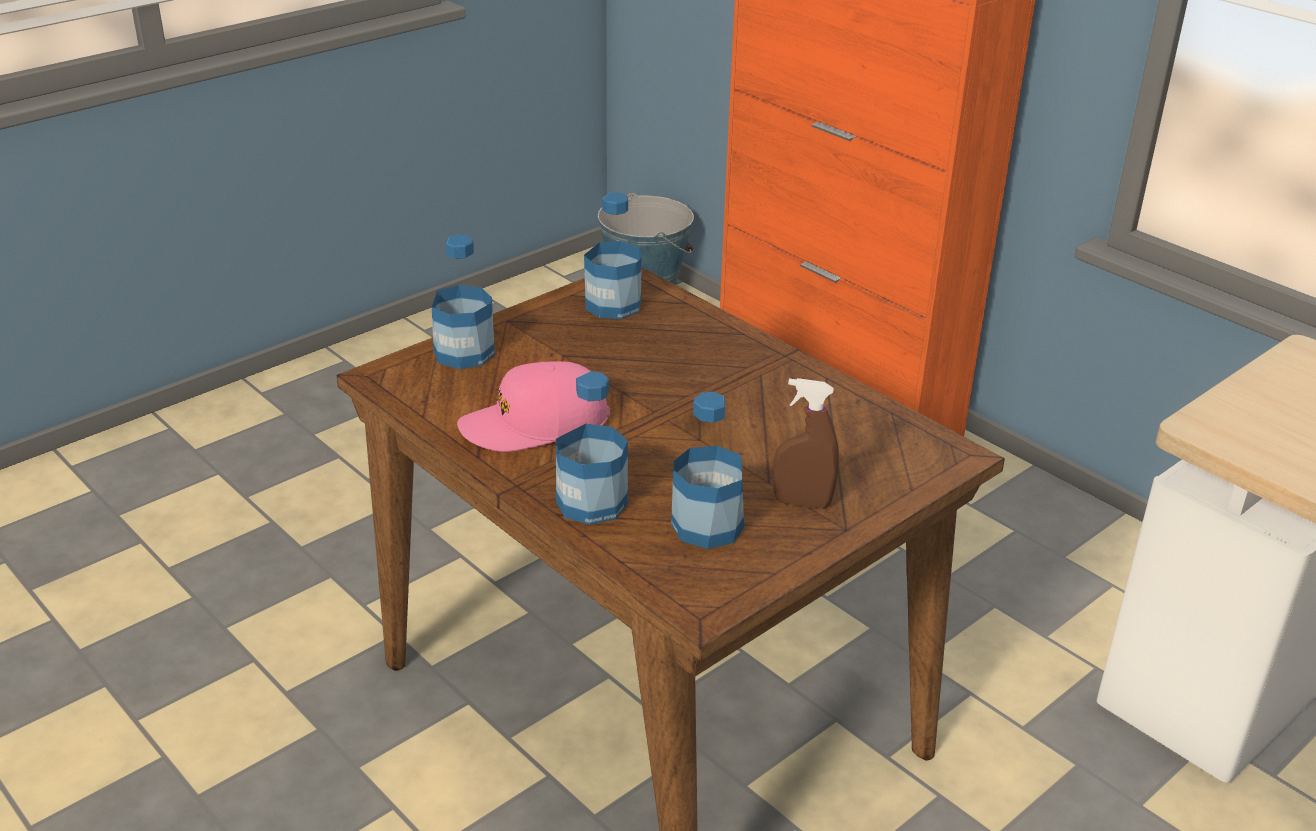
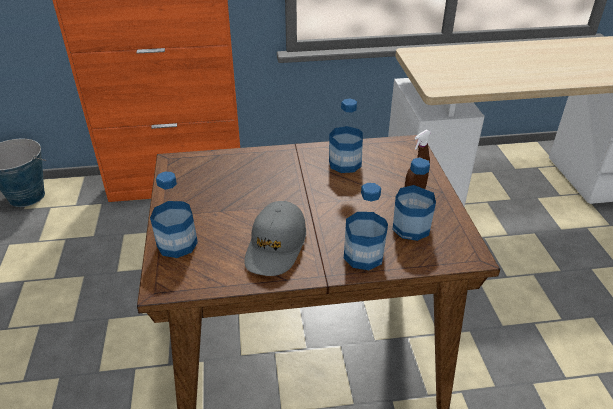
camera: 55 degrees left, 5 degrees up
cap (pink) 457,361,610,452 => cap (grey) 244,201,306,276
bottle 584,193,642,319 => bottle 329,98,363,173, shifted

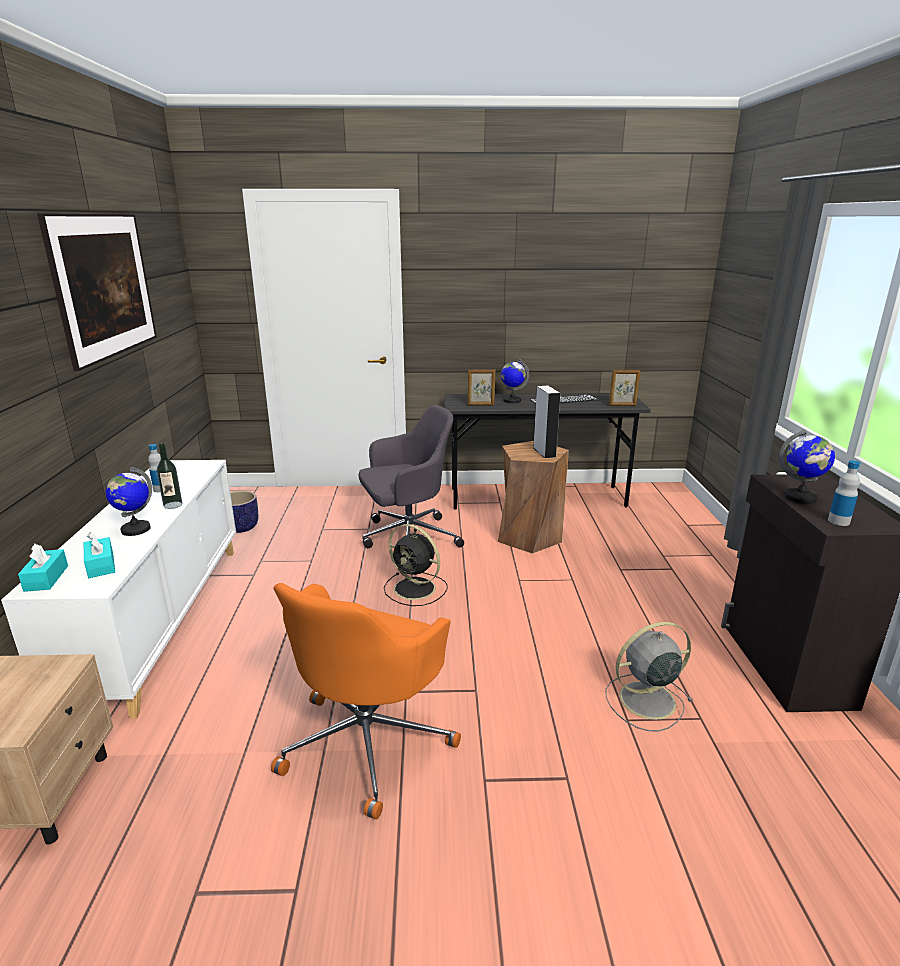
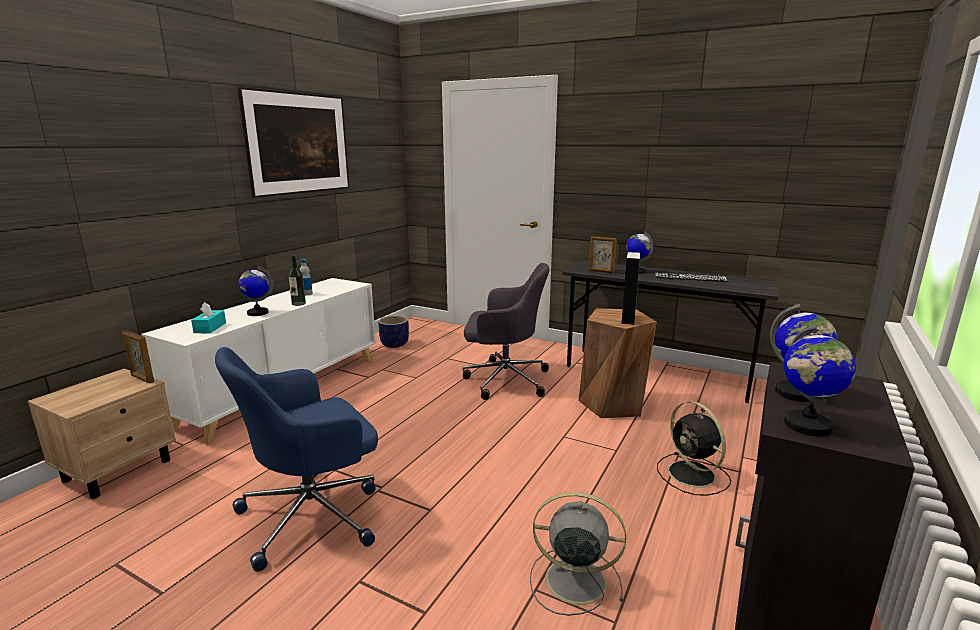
camera: 30 degrees right, 5 degrees down
box of tissues (turquoise-coloured) 18,544,68,592 => nothing
computer chair (orangey) 271,583,461,820 => computer chair (blue-coloured) 215,347,378,572
cooling fan (black) 384,524,447,606 => cooling fan (black) 657,401,731,496, shifted
picture frame 609,370,640,406 => picture frame 122,330,154,383, shifted
bottle 828,460,860,526 => desk globe 784,324,856,436

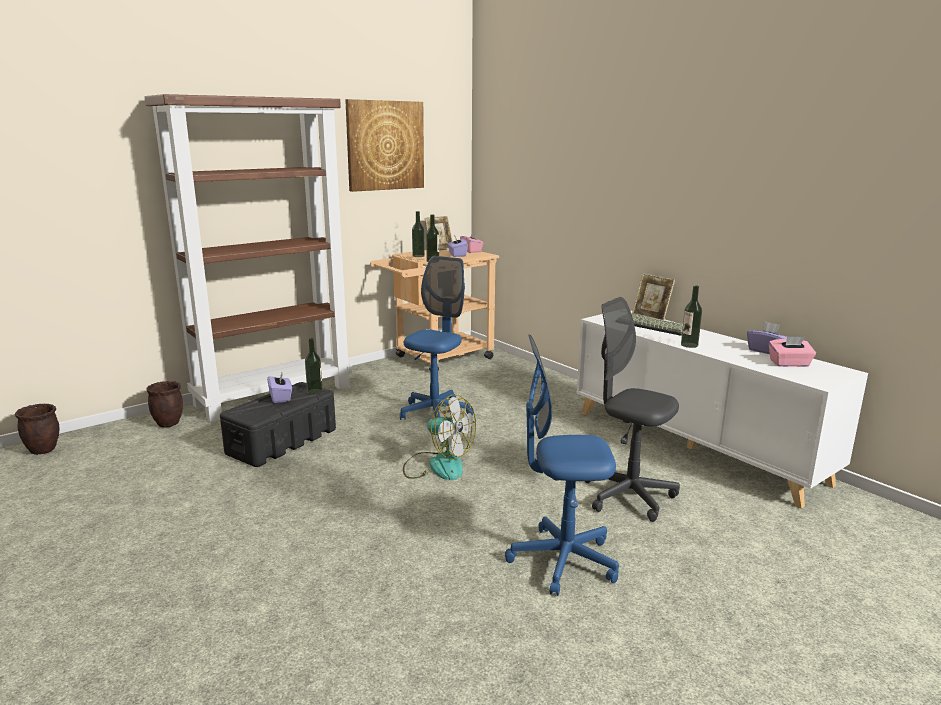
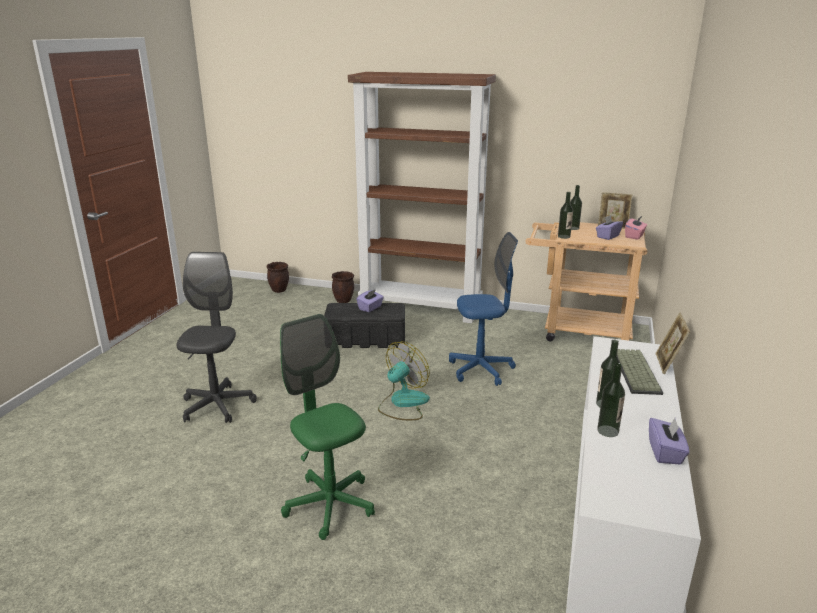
camera: 55 degrees right, 5 degrees up
bottle 305,338,323,395 => bottle 597,363,625,437, shifted
wall art 345,99,424,192 => nothing
cooling fan 403,395,476,480 => cooling fan 378,342,430,420, 135 degrees counterclockwise
computer chair (blue-coloured) 505,335,619,596 => computer chair (green) 280,314,375,540
computer chair (grey) 585,297,680,522 => computer chair (grey) 177,252,257,423, shifted
box of tissues (pink) 769,336,816,367 => nothing

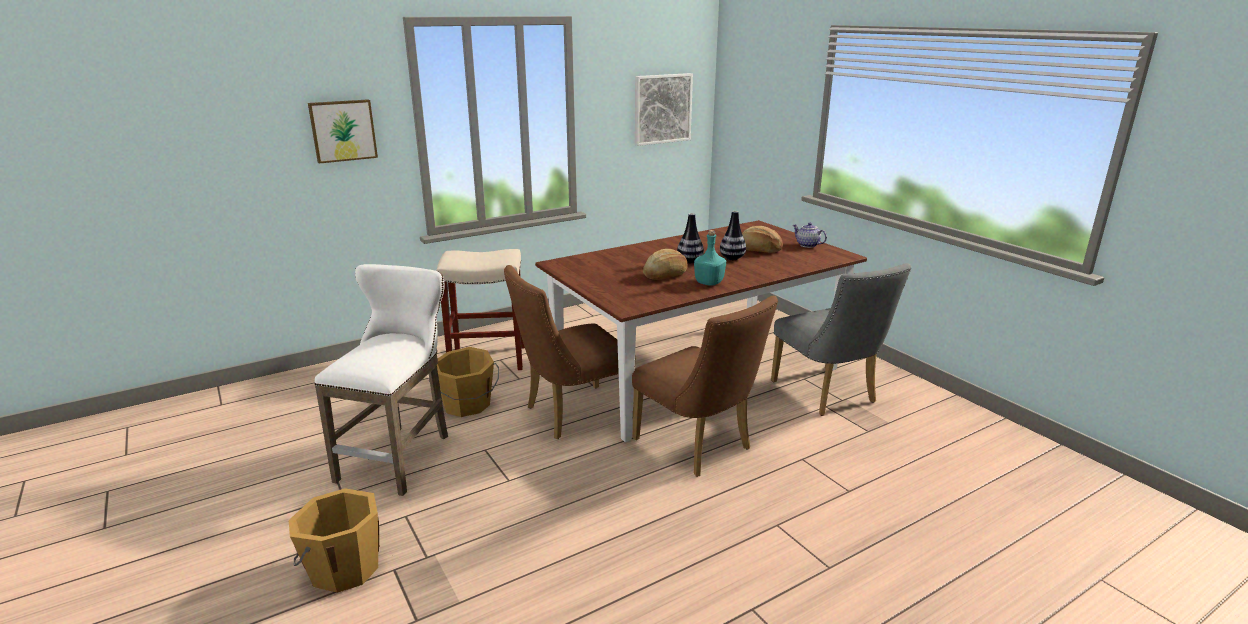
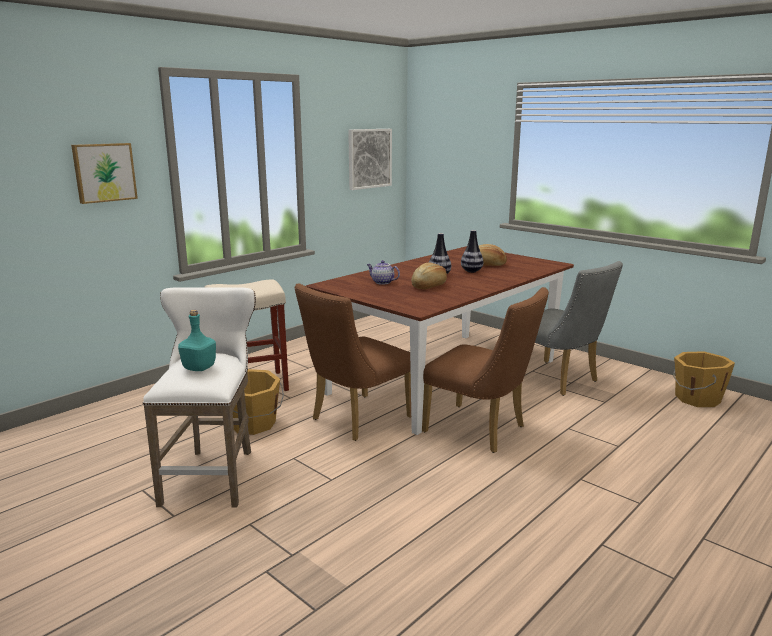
camera: 15 degrees left, 5 degrees down
water bucket (orangey) 289,488,379,593 => water bucket (orangey) 673,351,735,407, shifted
bottle (turquoise-coloured) 694,230,726,286 => bottle (turquoise-coloured) 178,310,216,371, shifted
pot for tea 793,223,827,248 => pot for tea 367,260,400,285, shifted

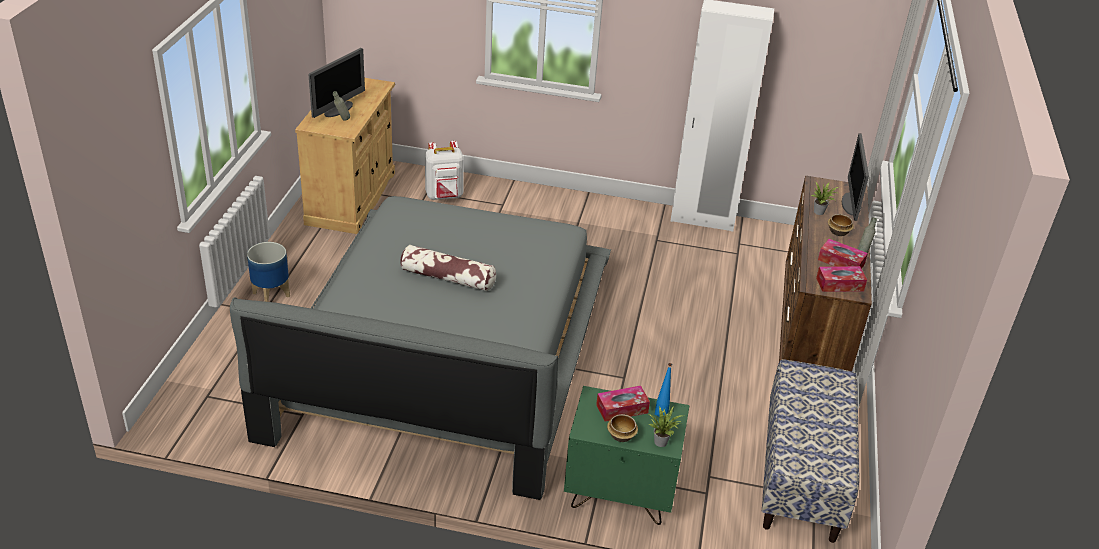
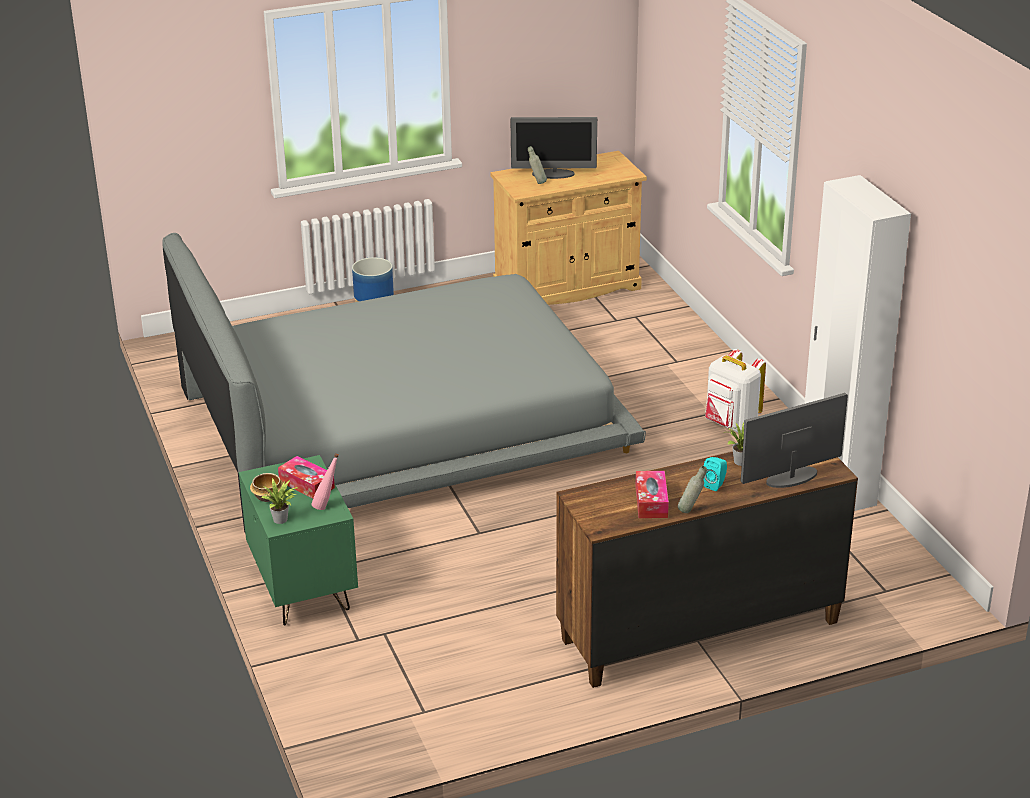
camera: 60 degrees right, 5 degrees down
pillow 400,245,496,291 => nothing
rucksack (white) 425,141,464,200 => rucksack (white) 705,349,766,432, shifted
bottle (blue-coloured) 655,363,672,417 => bottle (pink) 311,453,339,510
bench 762,359,859,543 => nothing
box of tissues 816,266,867,292 => nothing
bowl 828,214,854,236 => speaker (turquoise-coloured) 704,457,727,491

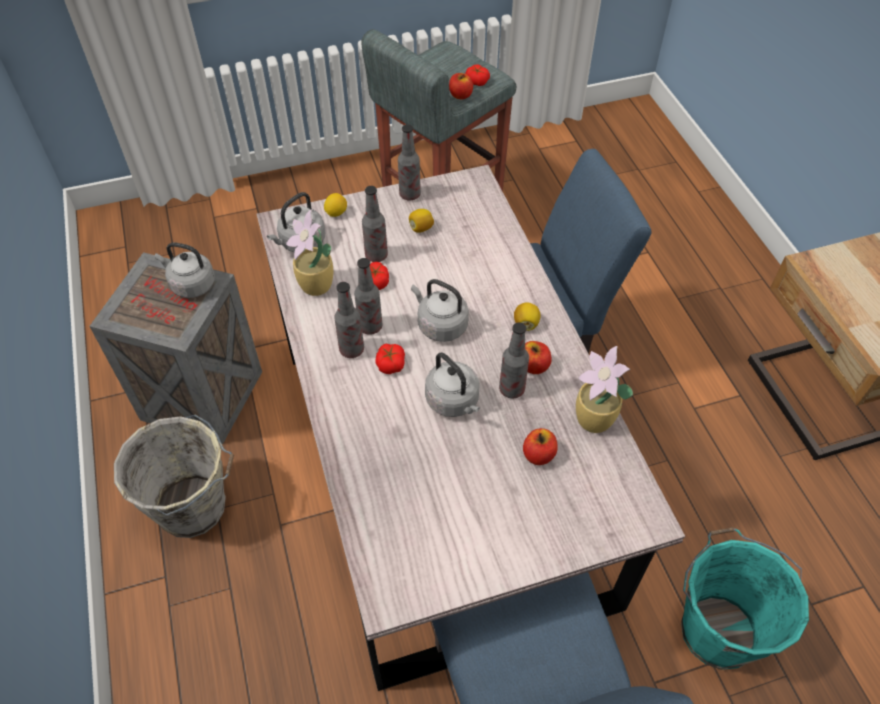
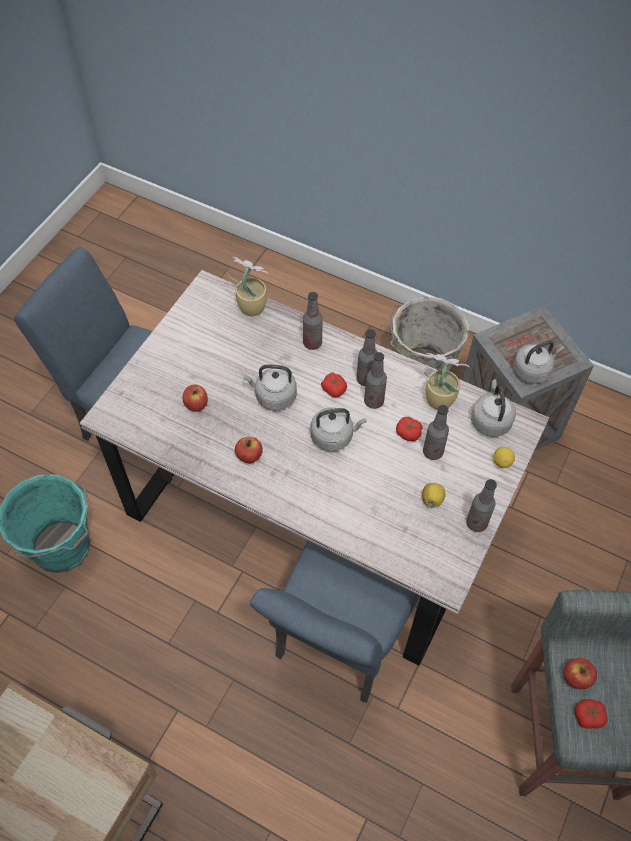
camera: 135 degrees right, 5 degrees up
bottle 499,322,529,398 => bottle 303,292,323,350, shifted
whole lemon 514,302,541,331 => nothing
houseplant 576,346,633,433 => houseplant 227,257,268,316, shifted

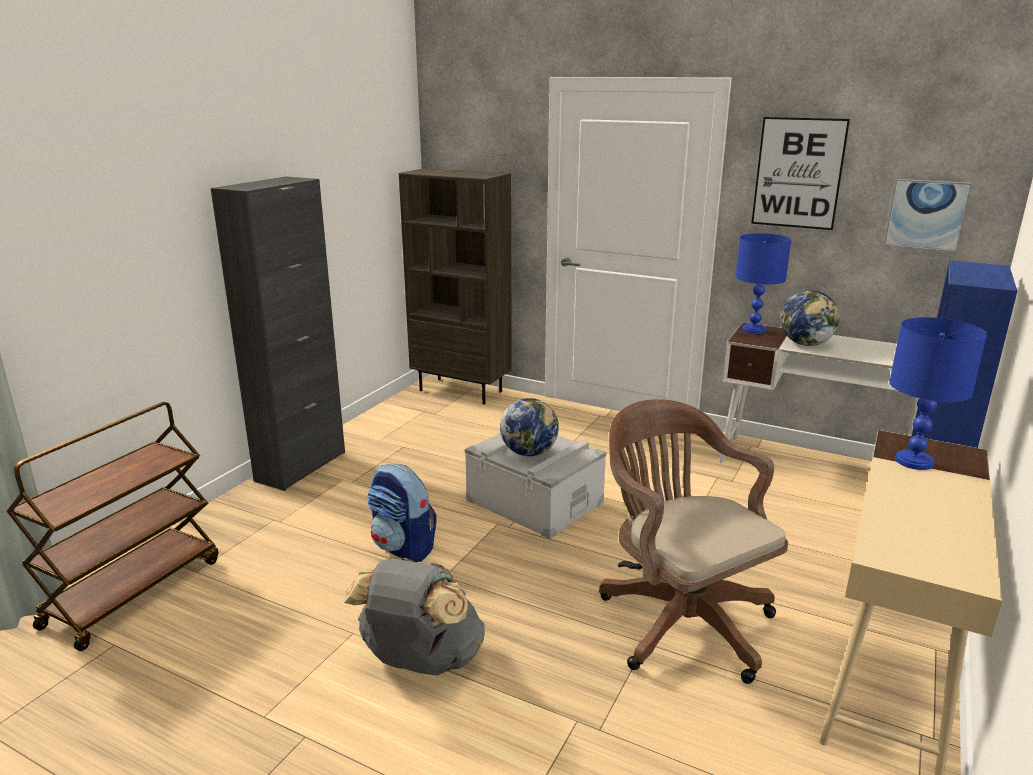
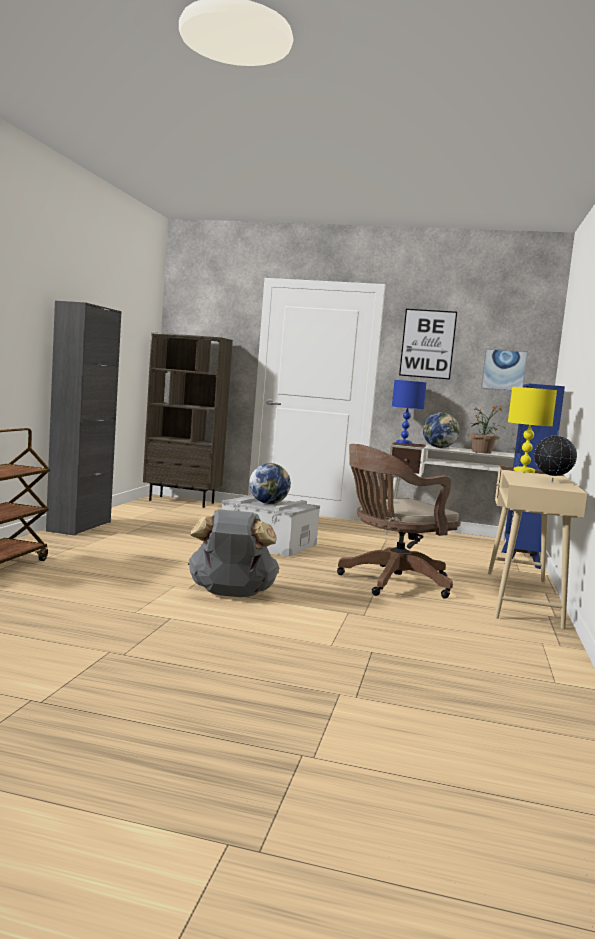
camera: 15 degrees left, 15 degrees down
rucksack 367,464,437,562 => nothing
computer chair (brown-coloured) 599,399,788,684 => computer chair (brown-coloured) 337,444,461,599, 75 degrees counterclockwise
table lamp (blue-coloured) 889,317,987,470 => table lamp (yellow-coloured) 508,387,557,473
nothing => houseplant 468,406,505,454
nothing => desk globe 534,431,577,481

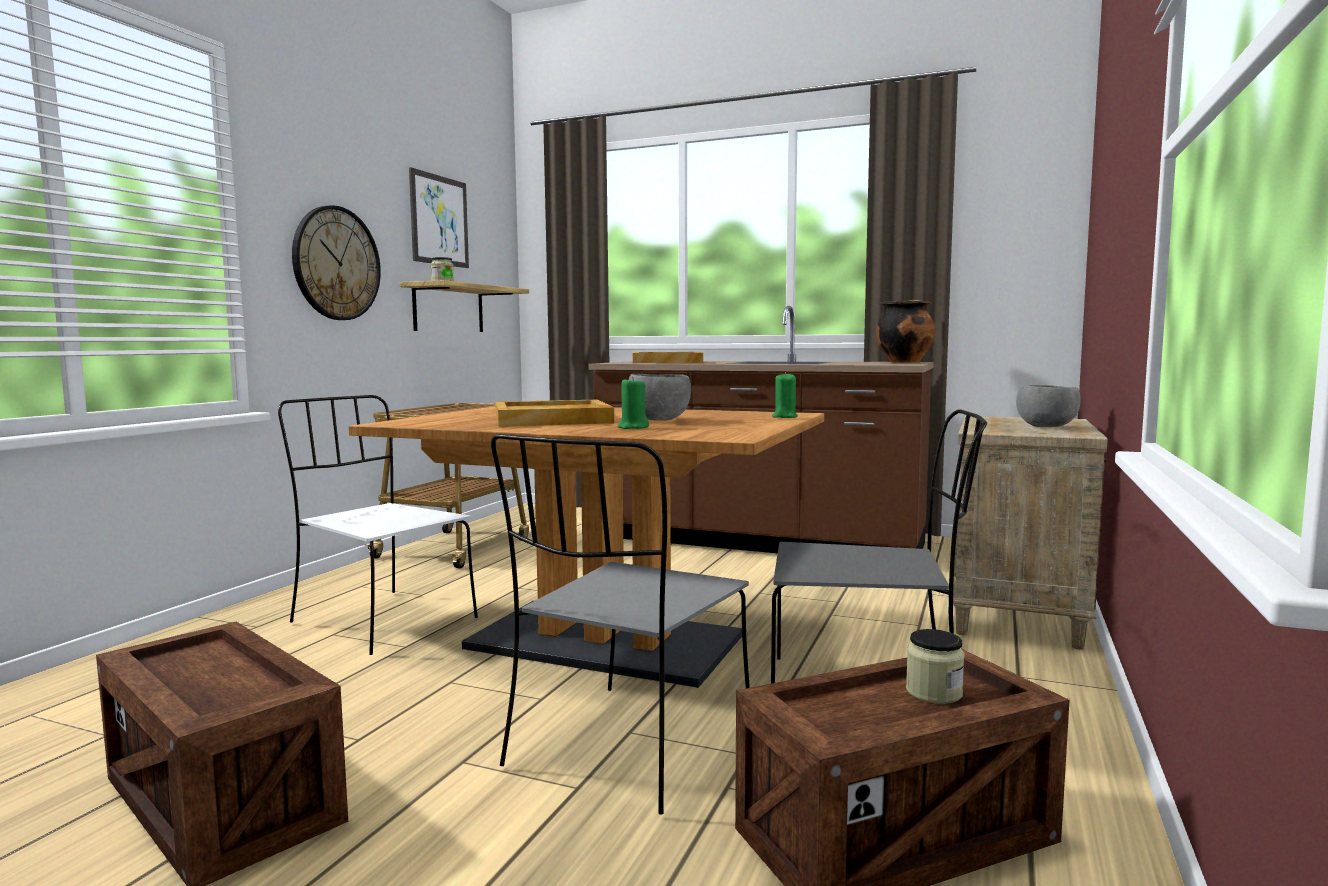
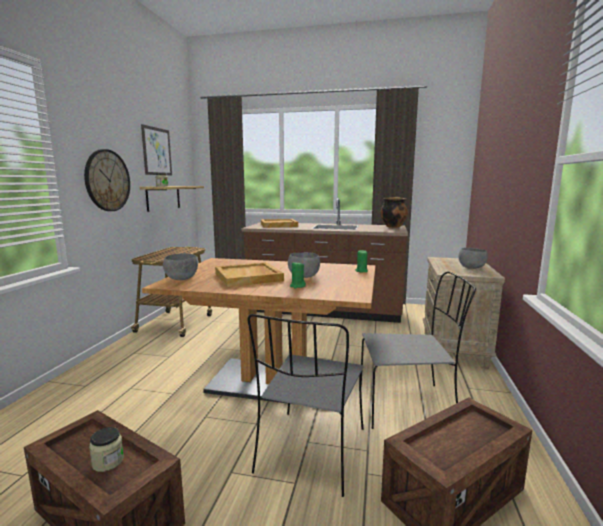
camera: 10 degrees left, 5 degrees up
upright chair (white) 278,395,478,655 => nothing
jar 906,629,965,704 => jar 89,427,124,472, shifted
nothing => bowl (grey) 163,253,198,280

